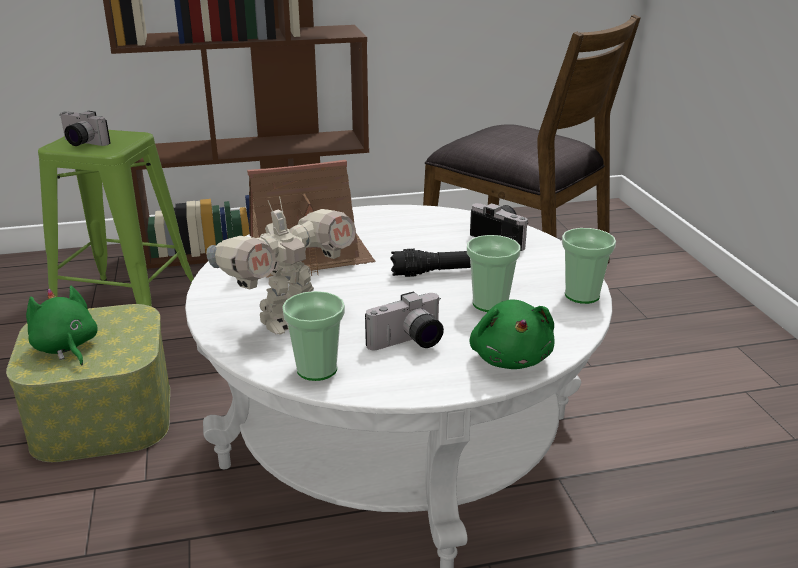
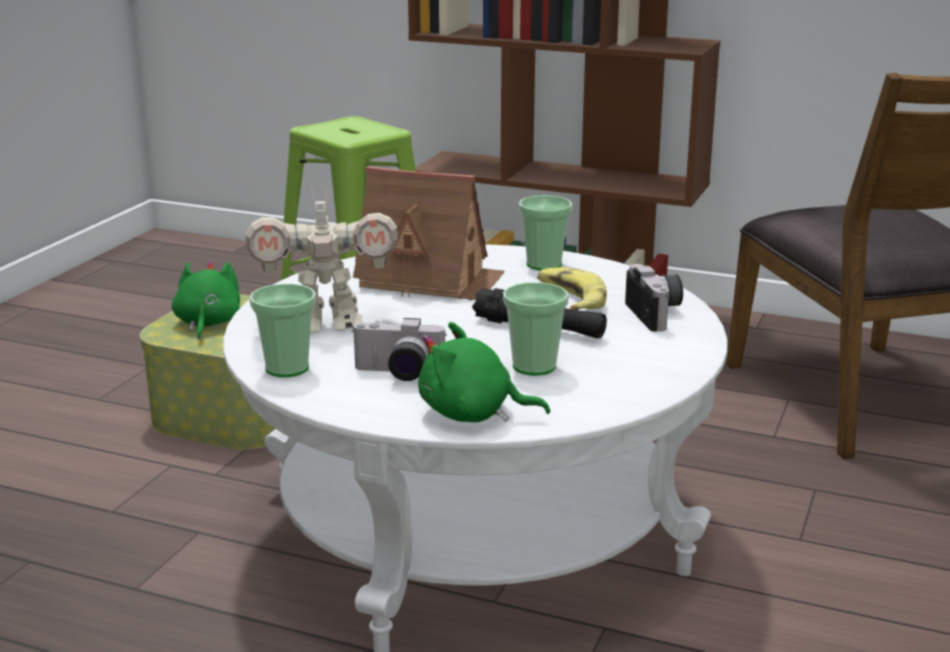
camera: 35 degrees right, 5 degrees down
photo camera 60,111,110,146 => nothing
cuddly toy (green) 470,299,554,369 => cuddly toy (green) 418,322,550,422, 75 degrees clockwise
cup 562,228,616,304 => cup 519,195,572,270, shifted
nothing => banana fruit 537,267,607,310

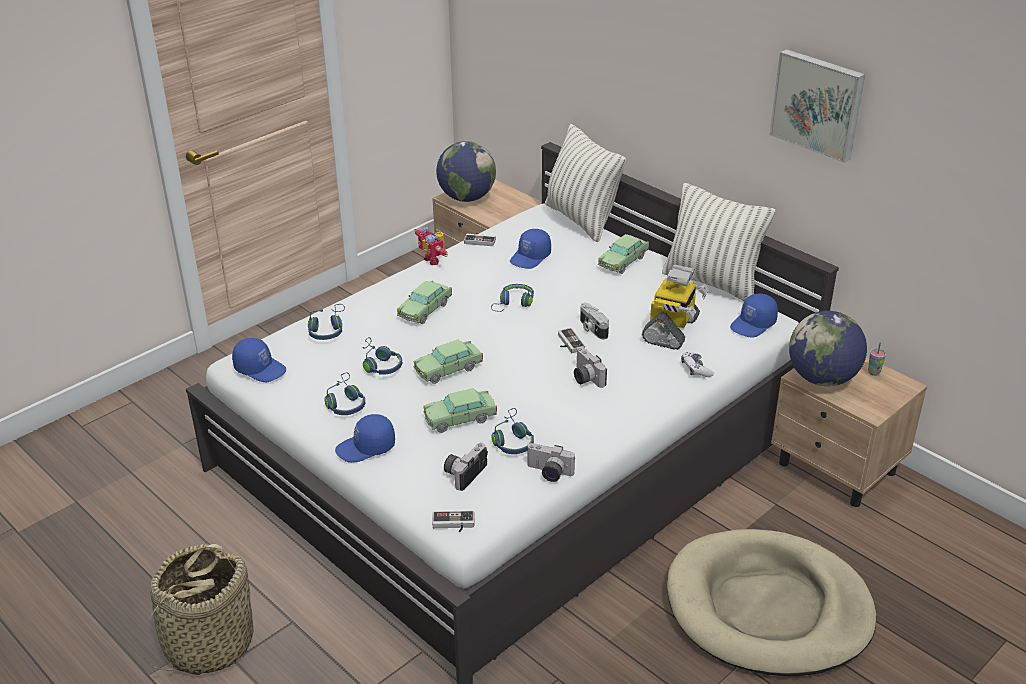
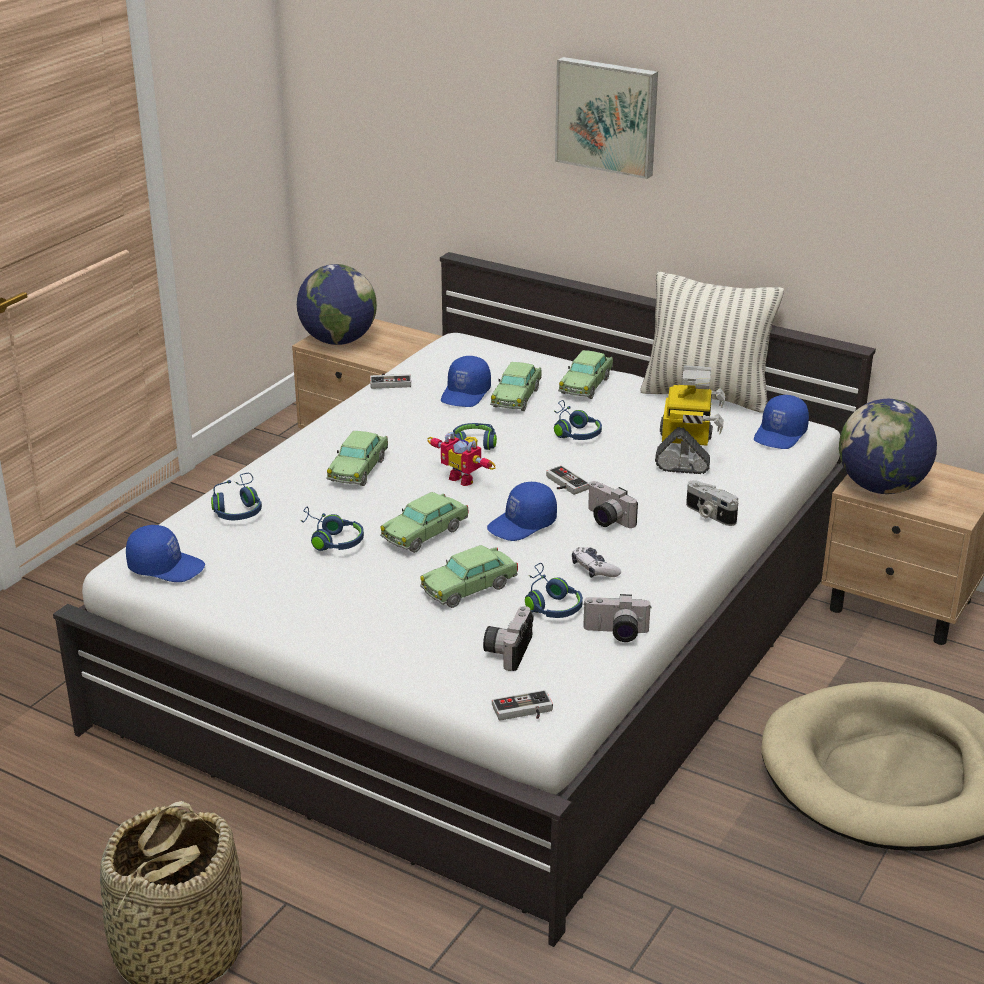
camera: 15 degrees left, 5 degrees down
headset (blue-coloured) 325,372,365,415 => headset (blue-coloured) 553,400,602,440, shifted
cap (blue-coloured) 335,414,395,463 => cap (blue-coloured) 487,482,557,541, shifted
model robot 415,227,448,265 => model robot 427,432,496,486, shifted
pillow 545,124,626,242 => nothing
photo camera 580,303,609,340 => photo camera 686,480,738,526, shifted
gamepad 681,352,714,377 => gamepad 572,547,621,578, shifted
wall art 769,49,865,163 => wall art 555,57,658,179, shifted
cup 868,342,886,376 => nothing
nothing => miniature car 490,362,542,411

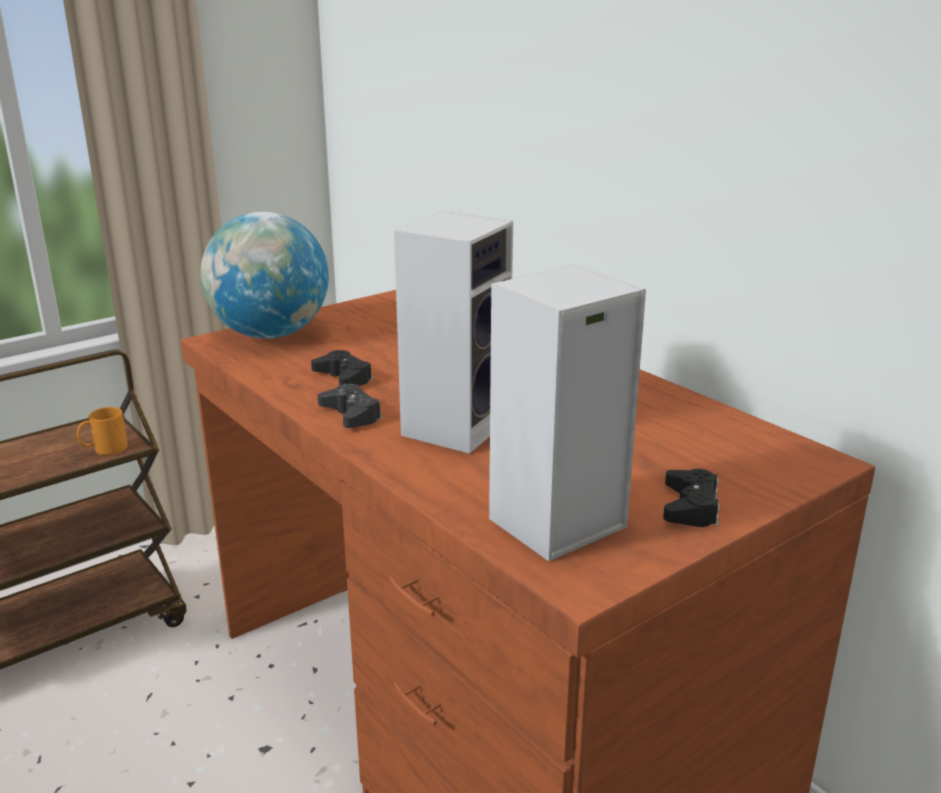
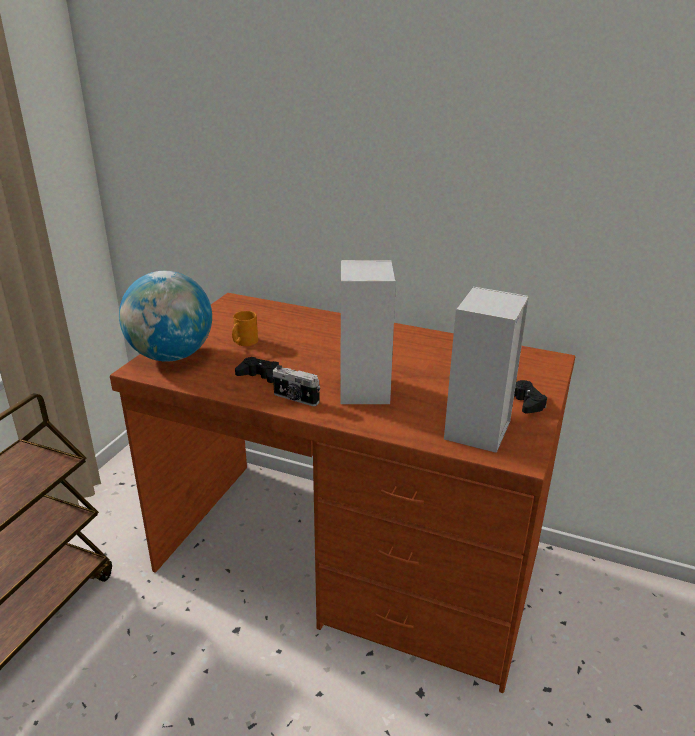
camera: 30 degrees left, 5 degrees up
tea mug (orangey) 77,407,128,455 => tea mug (orangey) 232,311,258,346, shifted
gamepad (black) 318,384,382,428 => photo camera 273,365,320,406

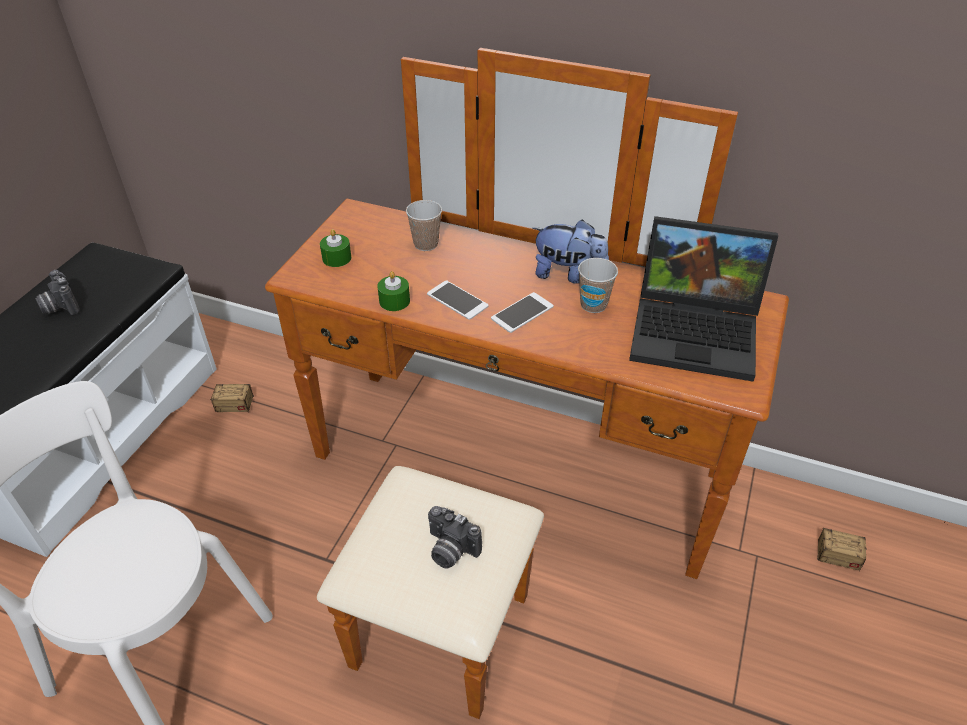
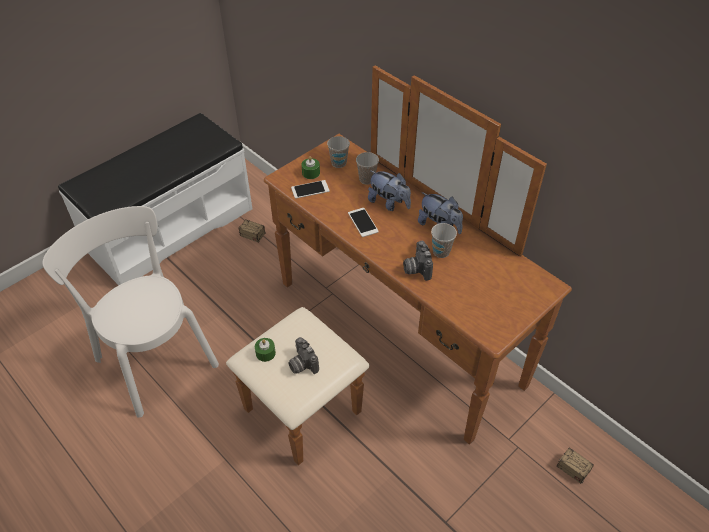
camera: 25 degrees right, 5 degrees up
photo camera 35,270,80,315 => photo camera 403,241,433,281, shifted
candle (green) 377,271,410,311 => candle (green) 255,338,276,362, shifted
phone 491,292,554,333 => phone 291,180,329,199, shifted
portable computer 629,216,778,382 => nothing
nothing => cup 327,136,350,168
nothing => cuddly toy 368,170,411,211

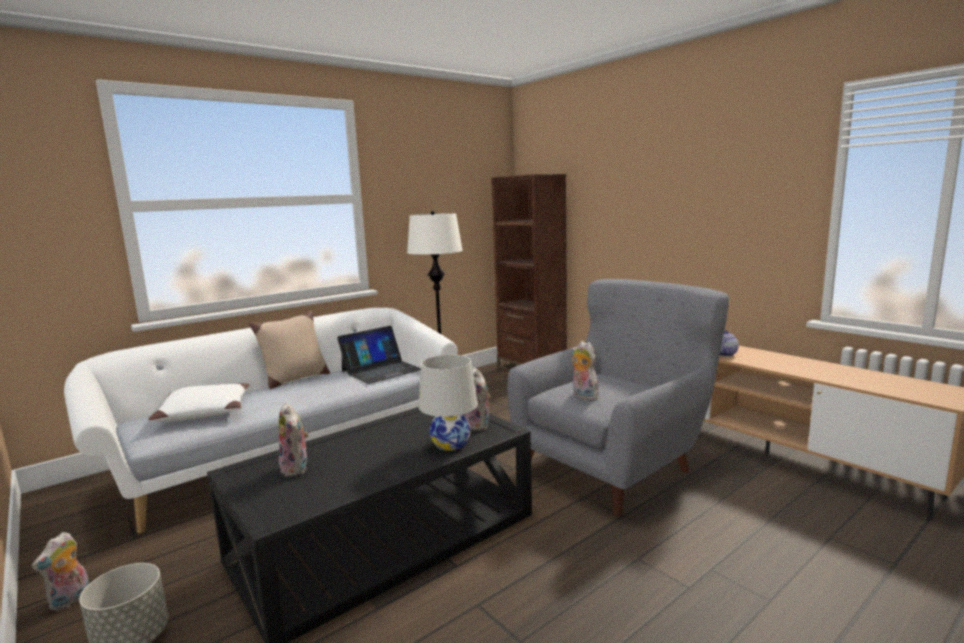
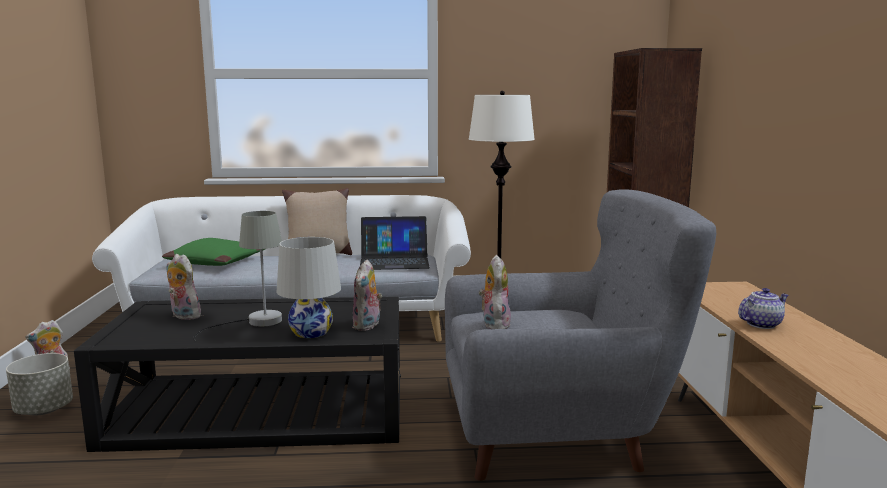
camera: 35 degrees right, 0 degrees up
pillow (white) 148,383,250,422 => pillow (green) 162,238,265,266
cuddly toy 279,402,309,477 => cuddly toy 167,254,201,320, 120 degrees clockwise
nothing => table lamp (grey) 193,211,282,341

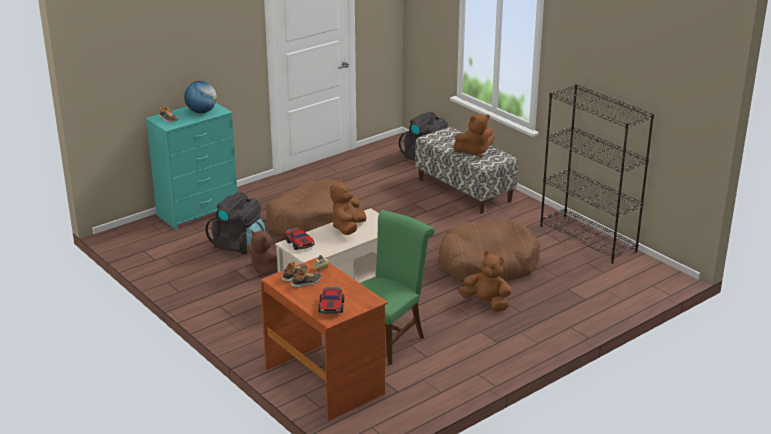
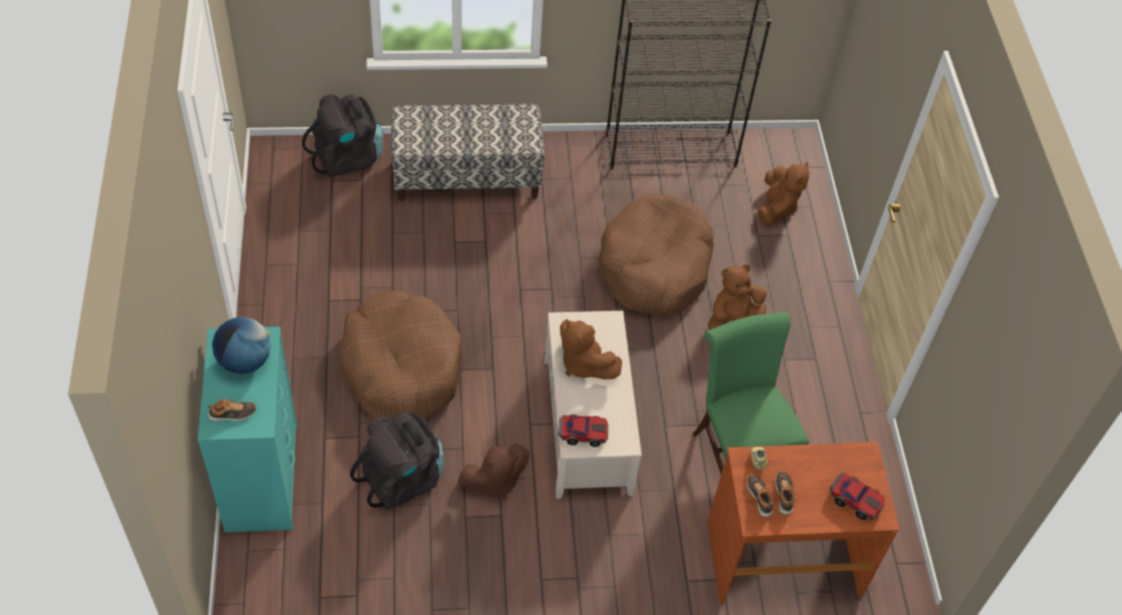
camera: 60 degrees left, 25 degrees up
cuddly toy (brown-coloured) 453,114,495,157 => cuddly toy (brown-coloured) 758,161,809,224, shifted

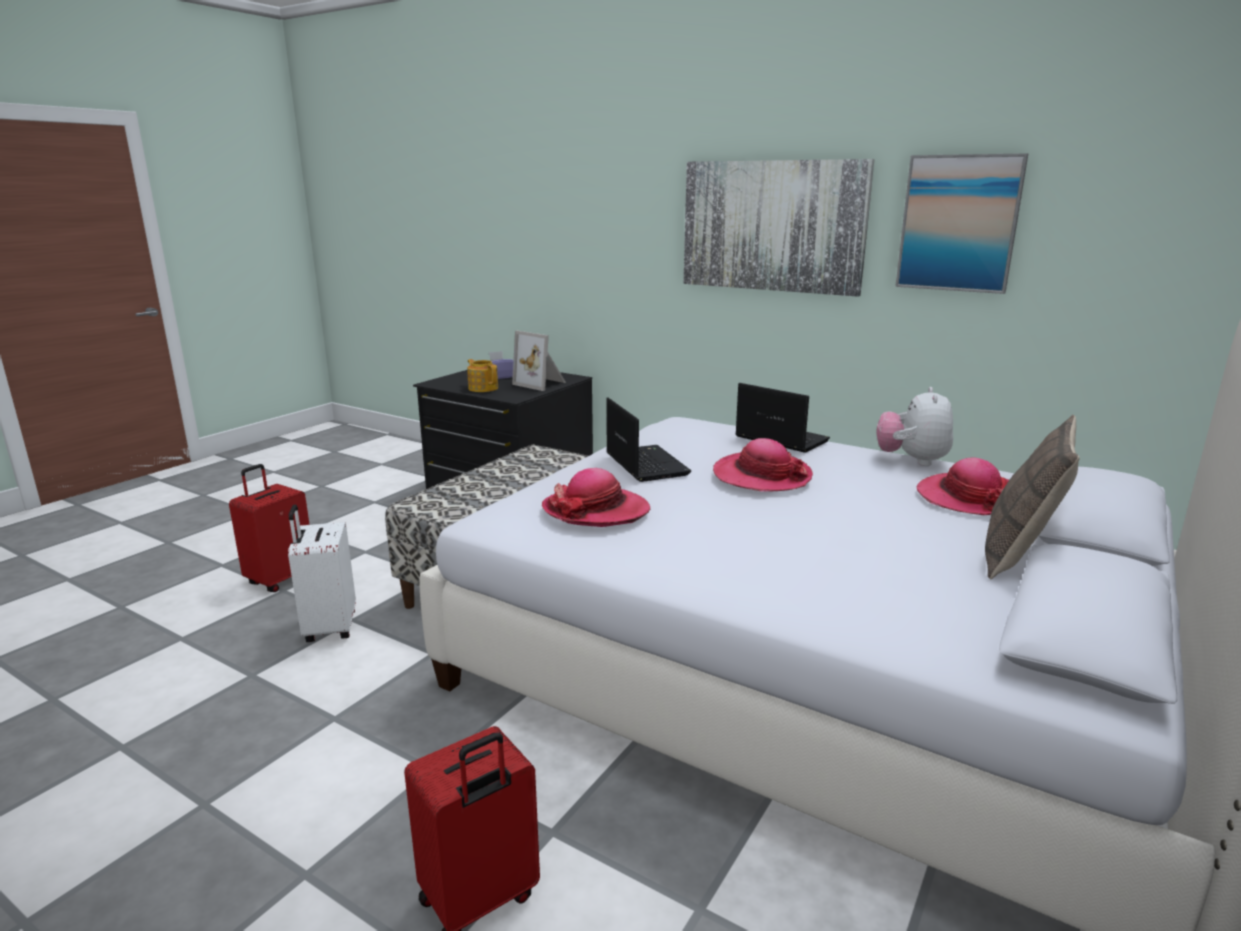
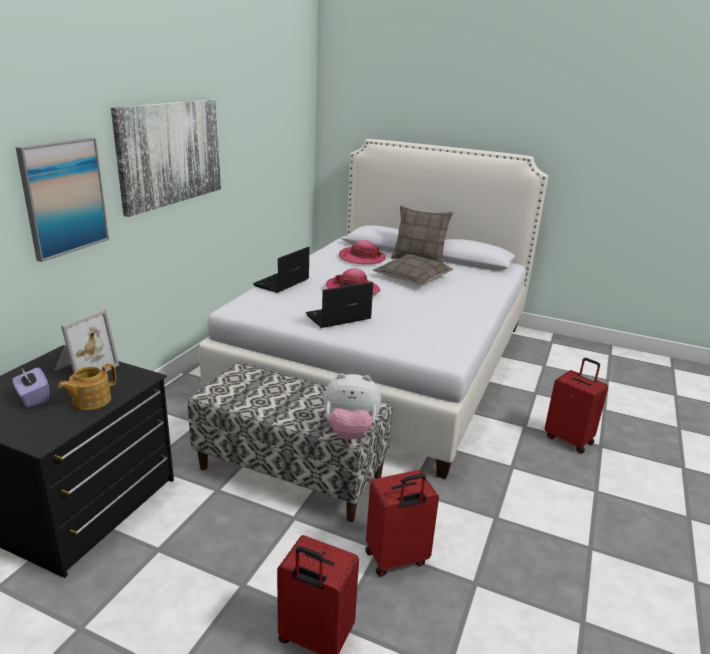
camera: 100 degrees left, 5 degrees up
travel case (white) 288,505,356,642 => travel case (reddish) 365,470,439,577
hat 542,468,650,527 => nothing
cuddly toy 876,387,953,466 => cuddly toy 324,373,381,440, shifted
wall art 895,153,1028,294 => wall art 16,137,109,262, shifted
nothing => pillow 373,254,453,286

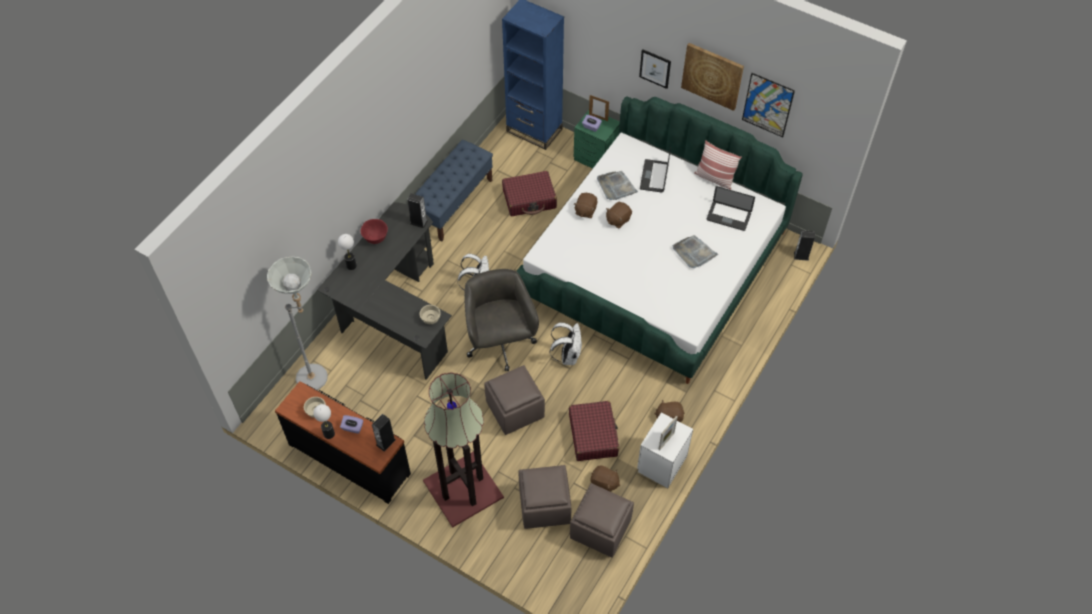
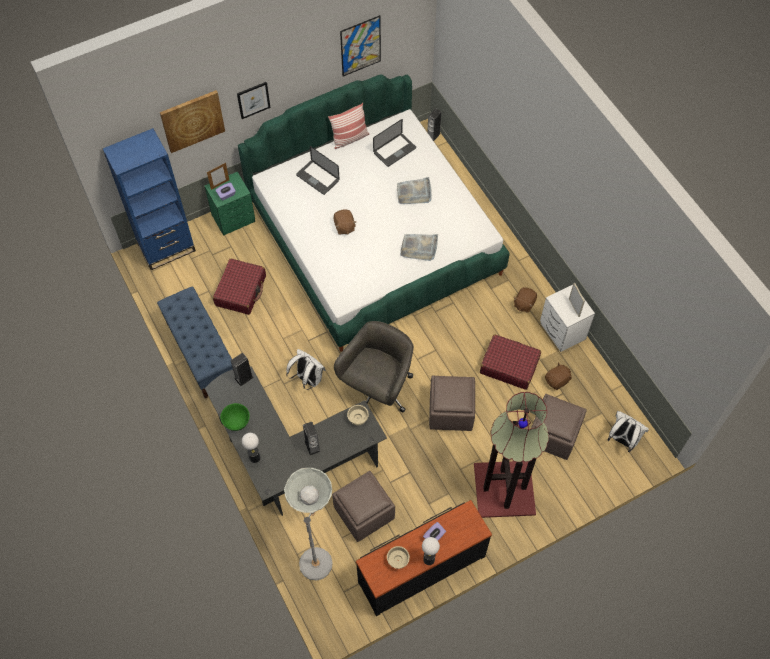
camera: 60 degrees left, 5 degrees up
bowl (reddish) 360,219,388,244 => bowl (green) 220,403,250,431
speaker 372,414,396,451 => speaker 303,422,321,455, shifted
computer chair (grey) 464,269,539,371 => computer chair (grey) 334,321,414,413, 105 degrees clockwise
rucksack (white) 550,322,582,365 => rucksack (white) 608,411,649,452, shifted
footrest (brown-coloured) 570,483,634,558 => footrest (brown-coloured) 332,471,395,542, shifted
cuddly toy (brown-coloured) 574,193,597,218 => nothing
serving tray (grey) 597,171,638,200 => serving tray (grey) 400,234,438,261, shifted
wall art 681,43,744,111 => wall art 160,90,225,153, shifted

